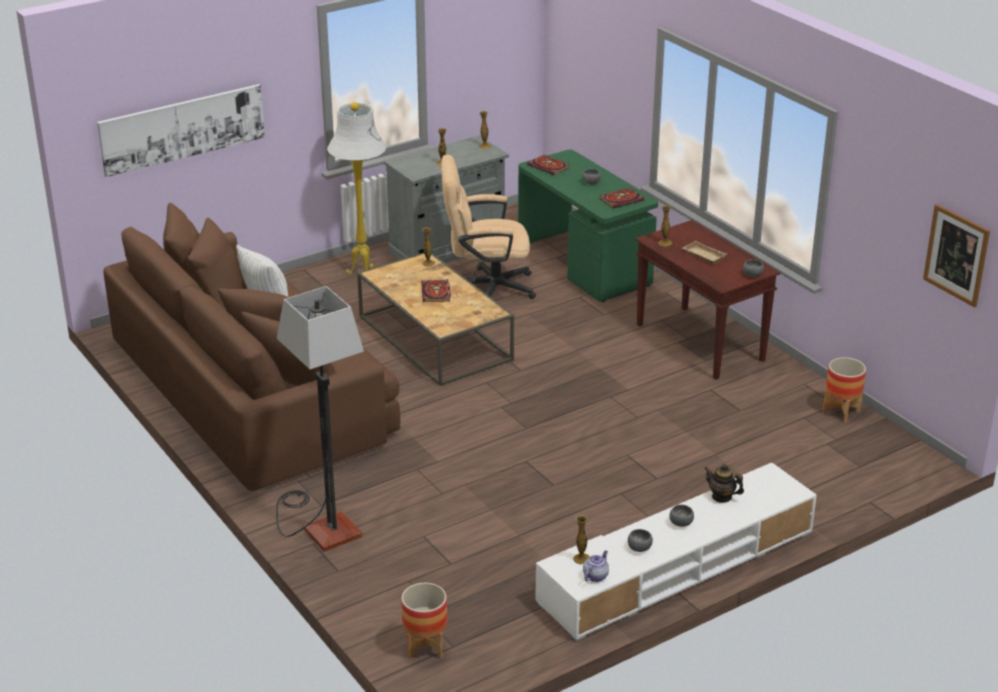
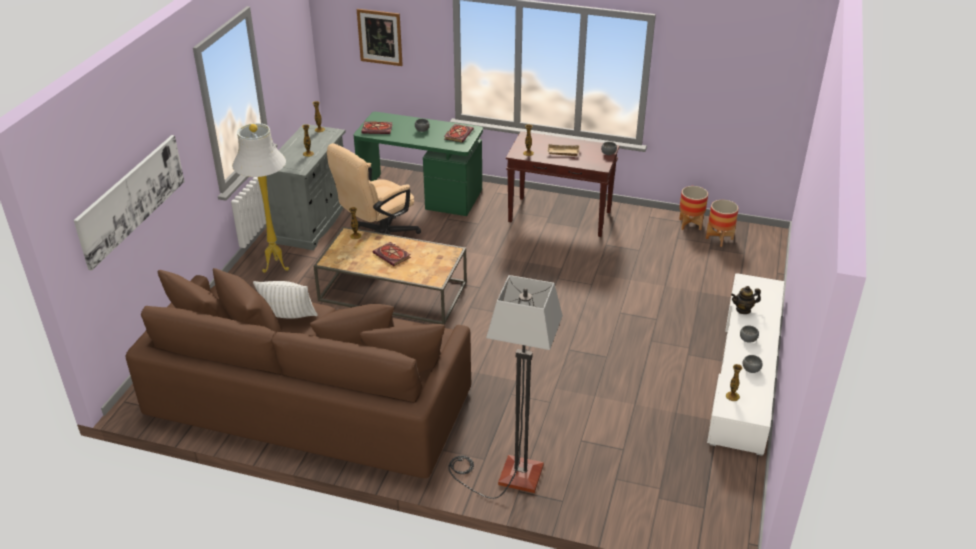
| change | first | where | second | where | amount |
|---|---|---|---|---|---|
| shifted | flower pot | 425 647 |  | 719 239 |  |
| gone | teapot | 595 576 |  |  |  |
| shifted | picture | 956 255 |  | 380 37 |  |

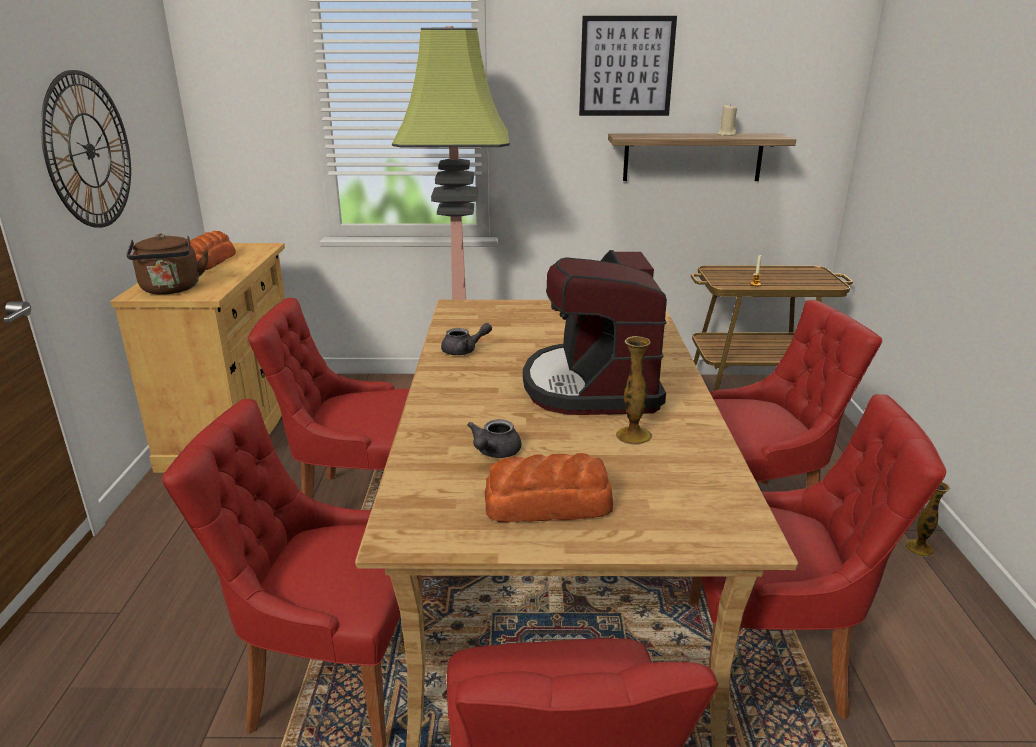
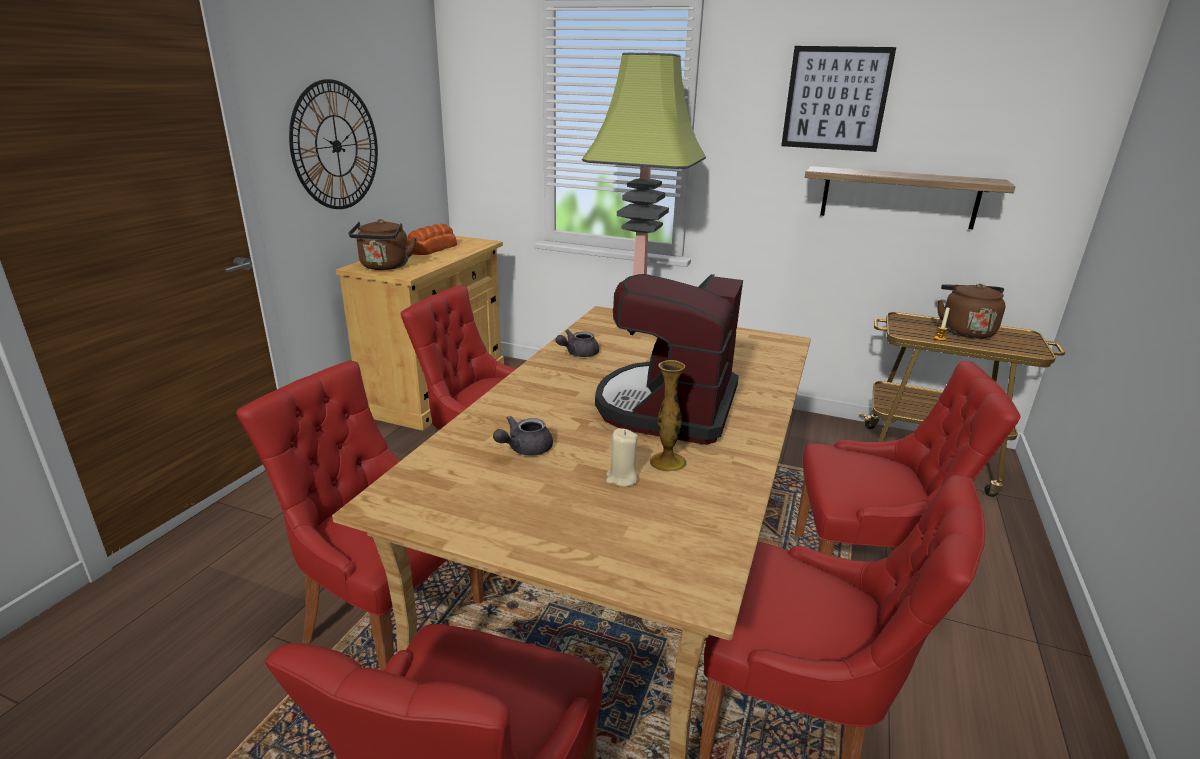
| change | first | where | second | where | amount |
|---|---|---|---|---|---|
| rotated | gray teapot | 464 351 |  | 578 354 | 135 degrees clockwise |
| gone | baked bread | 549 504 |  |  |  |
| shifted | sand-coloured wax light | 726 135 |  | 622 478 |  |
| gone | flower vase | 919 548 |  |  |  |
| new |  |  | brown-coloured kettle | 964 331 |  |

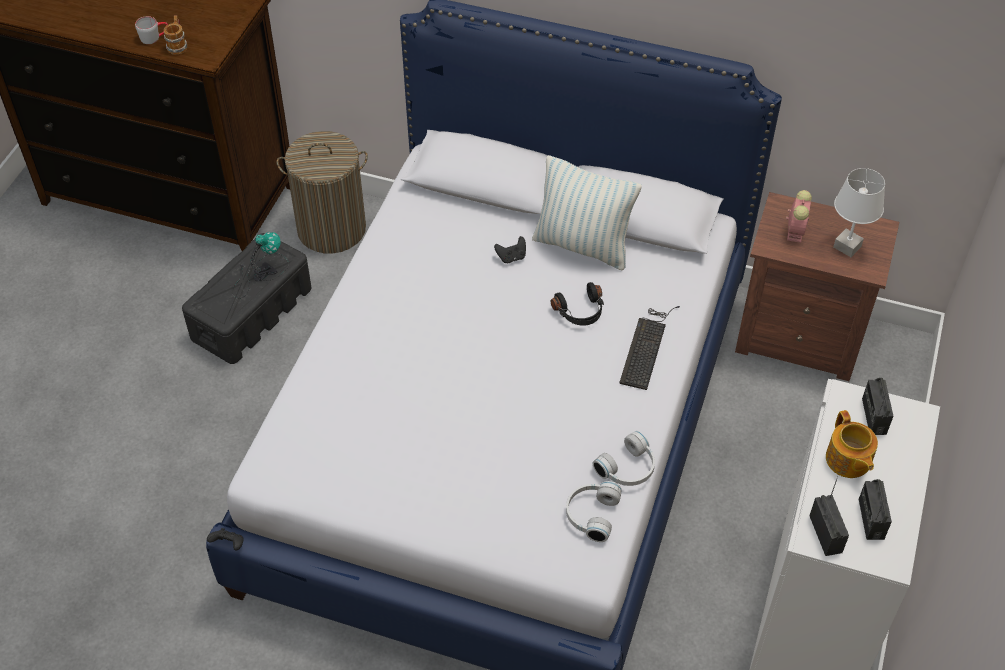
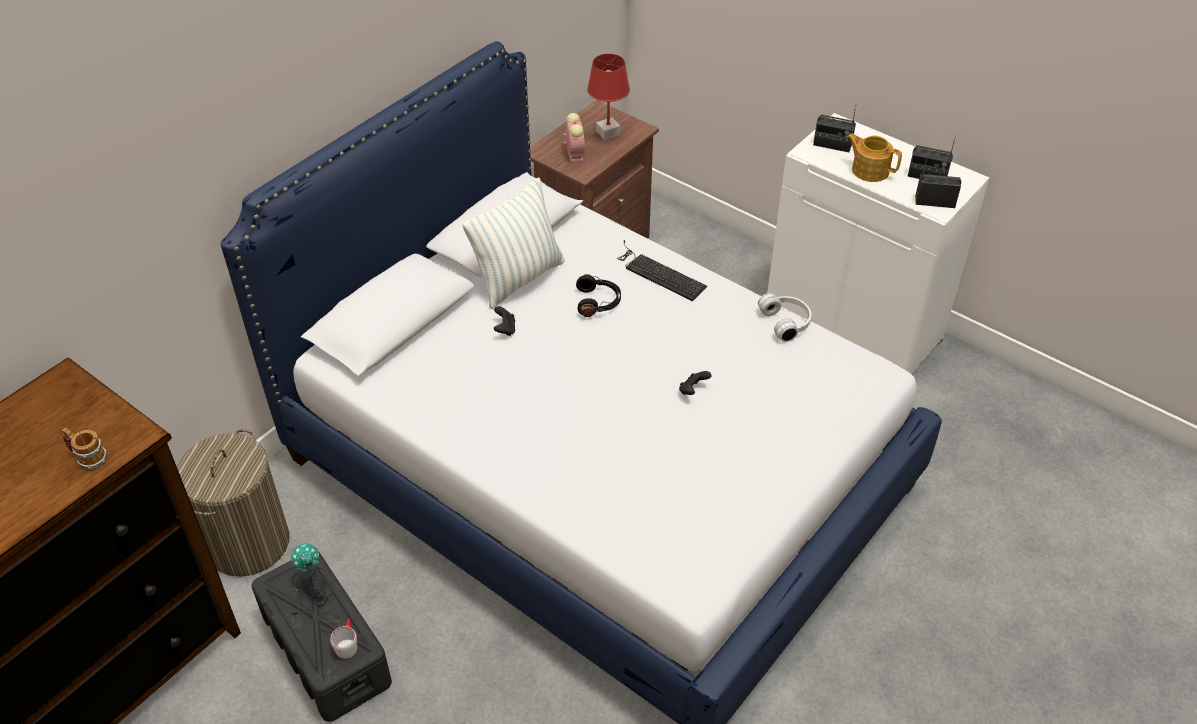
| change | first | where | second | where | amount |
|---|---|---|---|---|---|
| shifted | gray coffee mug | 154 37 |  | 347 644 |  |
| shifted | black game controller | 229 545 |  | 693 390 |  |
| gone | whitish headphones | 590 514 |  |  |  |
| rotated | table clock | 795 230 |  | 574 153 | 45 degrees clockwise |
| rotated | teapot | 848 460 |  | 869 170 | 150 degrees counterclockwise |
| repainted | whitish tabletop lamp | 846 247 | red tabletop lamp | 608 133 |  |

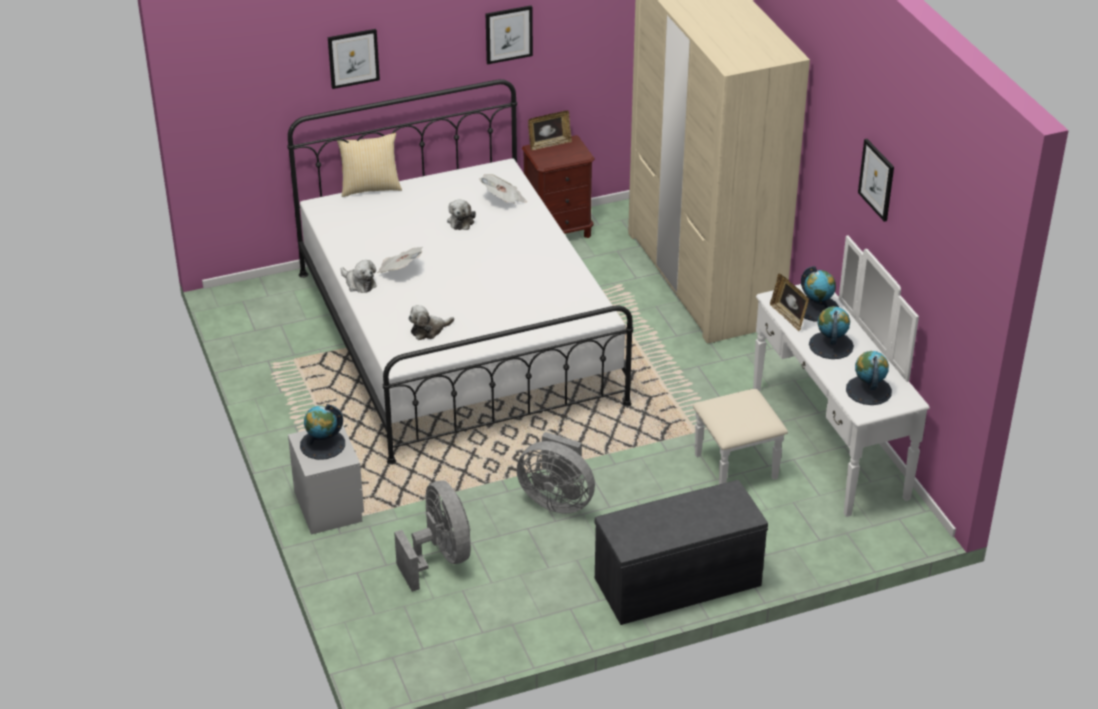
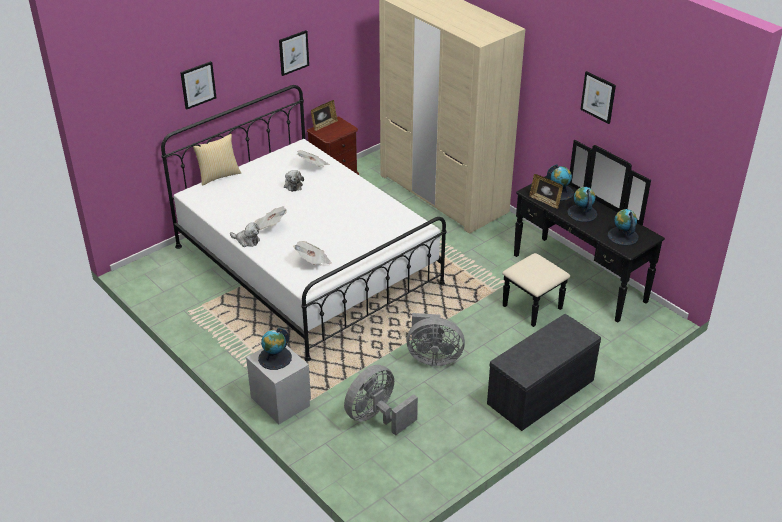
| change | first | where | second | where | amount |
|---|---|---|---|---|---|
| rotated | gray electric fan | 440 558 |  | 377 417 | 90 degrees counterclockwise |
| swapped | cuddly toy | 429 330 | daily paper | 313 261 |  |
| repainted | whitish chest of drawers | 808 448 | black chest of drawers | 569 285 |  |

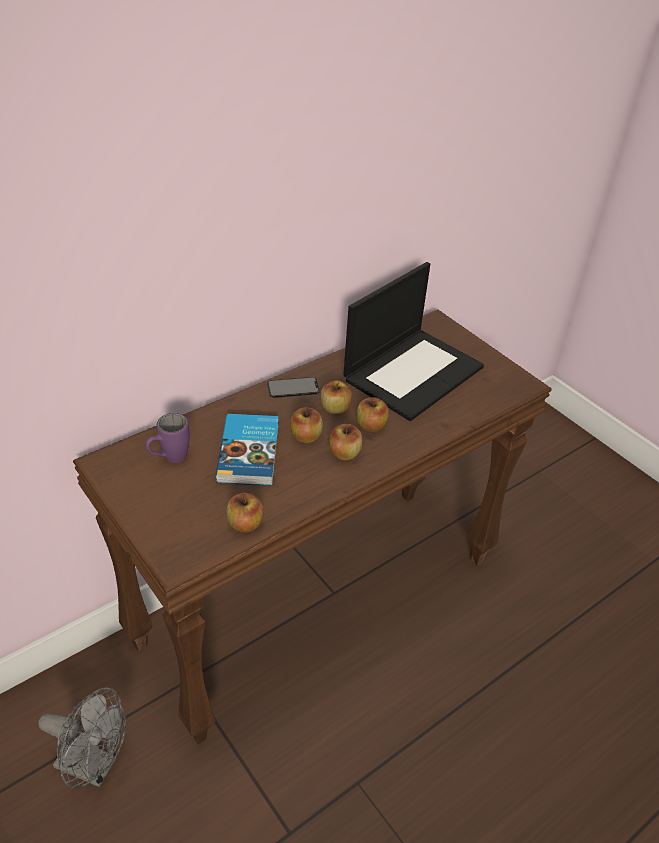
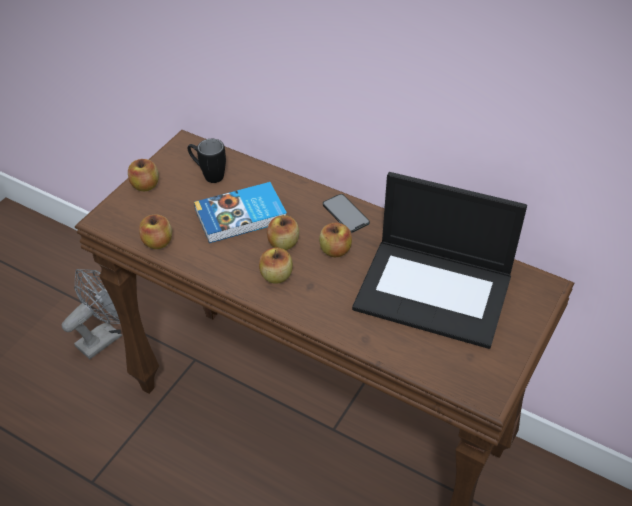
| change | first | where | second | where | amount |
|---|---|---|---|---|---|
| rotated | gray electric fan | 94 766 |  | 104 337 | 135 degrees counterclockwise |
| repainted | purplish coffee mug | 169 459 | black coffee mug | 208 175 |  |
| shifted | apple | 371 425 |  | 145 185 |  |

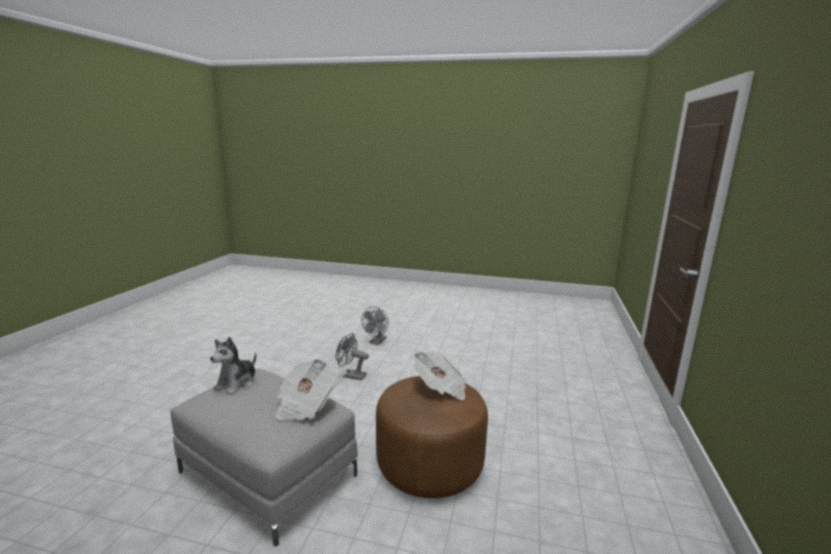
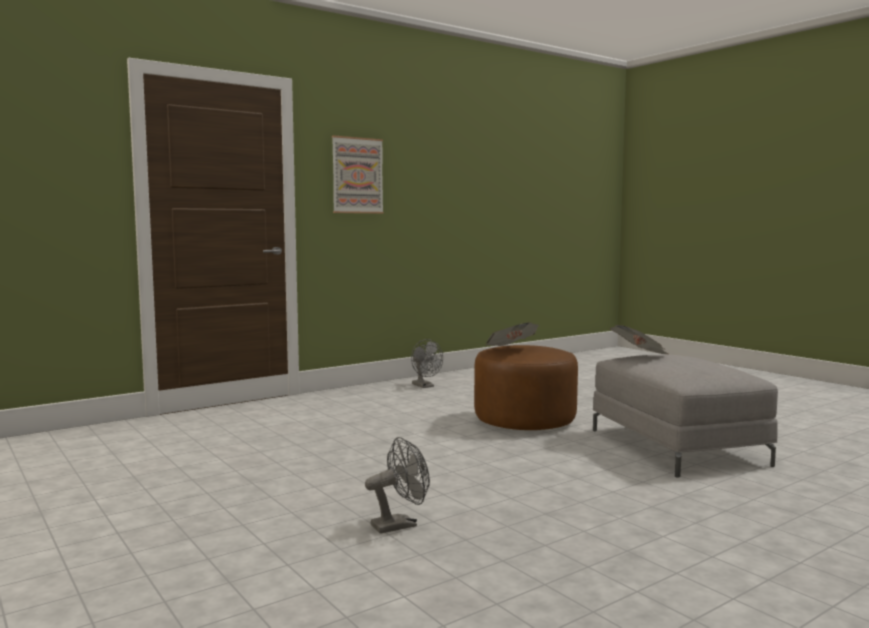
| change | first | where | second | where | amount |
|---|---|---|---|---|---|
| gone | cuddly toy | 237 383 |  |  |  |
| shifted | gray electric fan | 351 376 |  | 425 386 |  |
| new |  |  | picture | 357 175 |  |

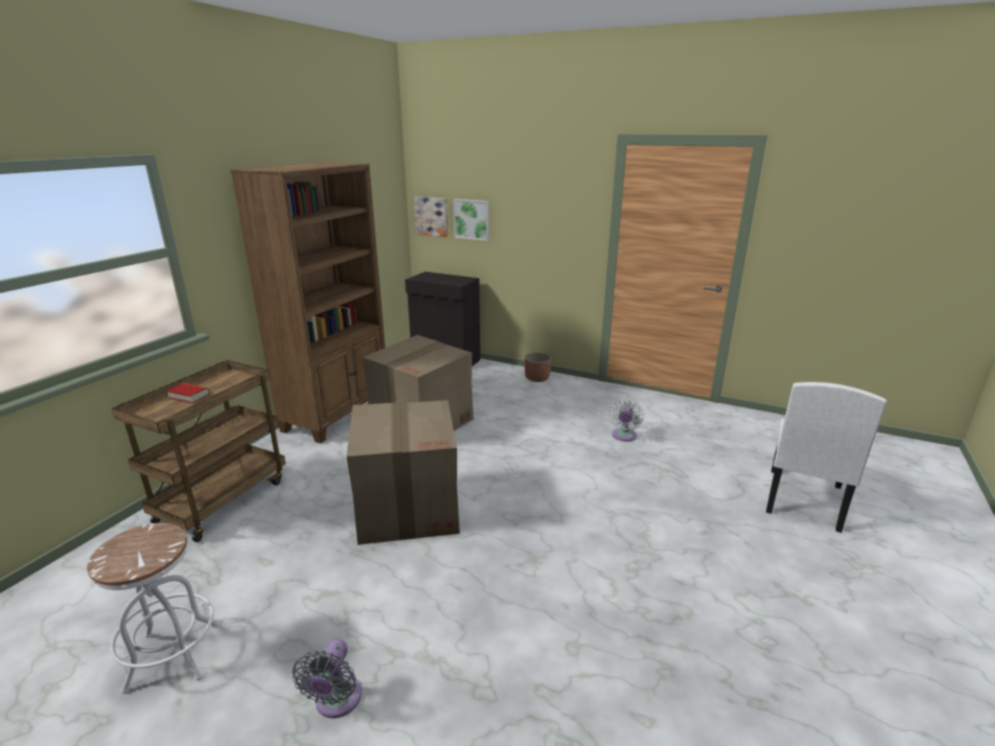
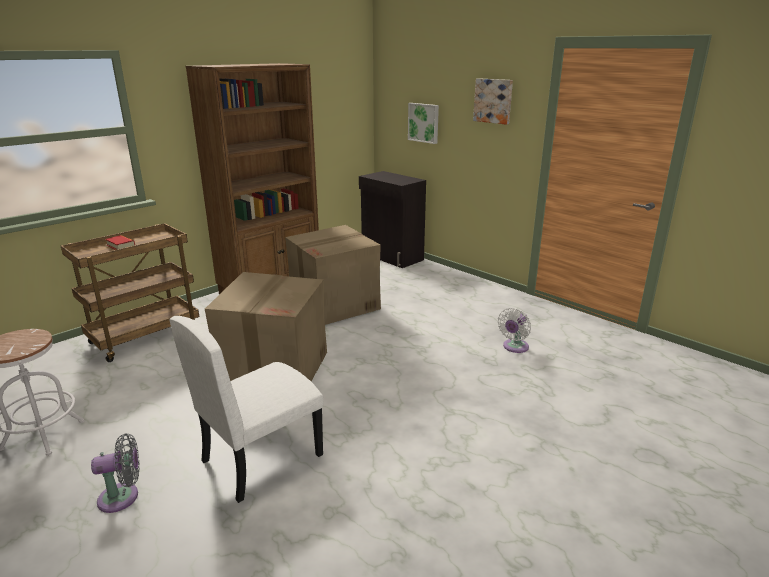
| change | first | where | second | where | amount |
|---|---|---|---|---|---|
| rotated | gray electric fan | 336 702 |  | 123 497 | 135 degrees counterclockwise |
| shifted | picture | 432 216 |  | 493 101 |  |
| gone | flower pot | 537 378 |  |  |  |
| shifted | whitish chair | 802 499 |  | 261 457 |  |

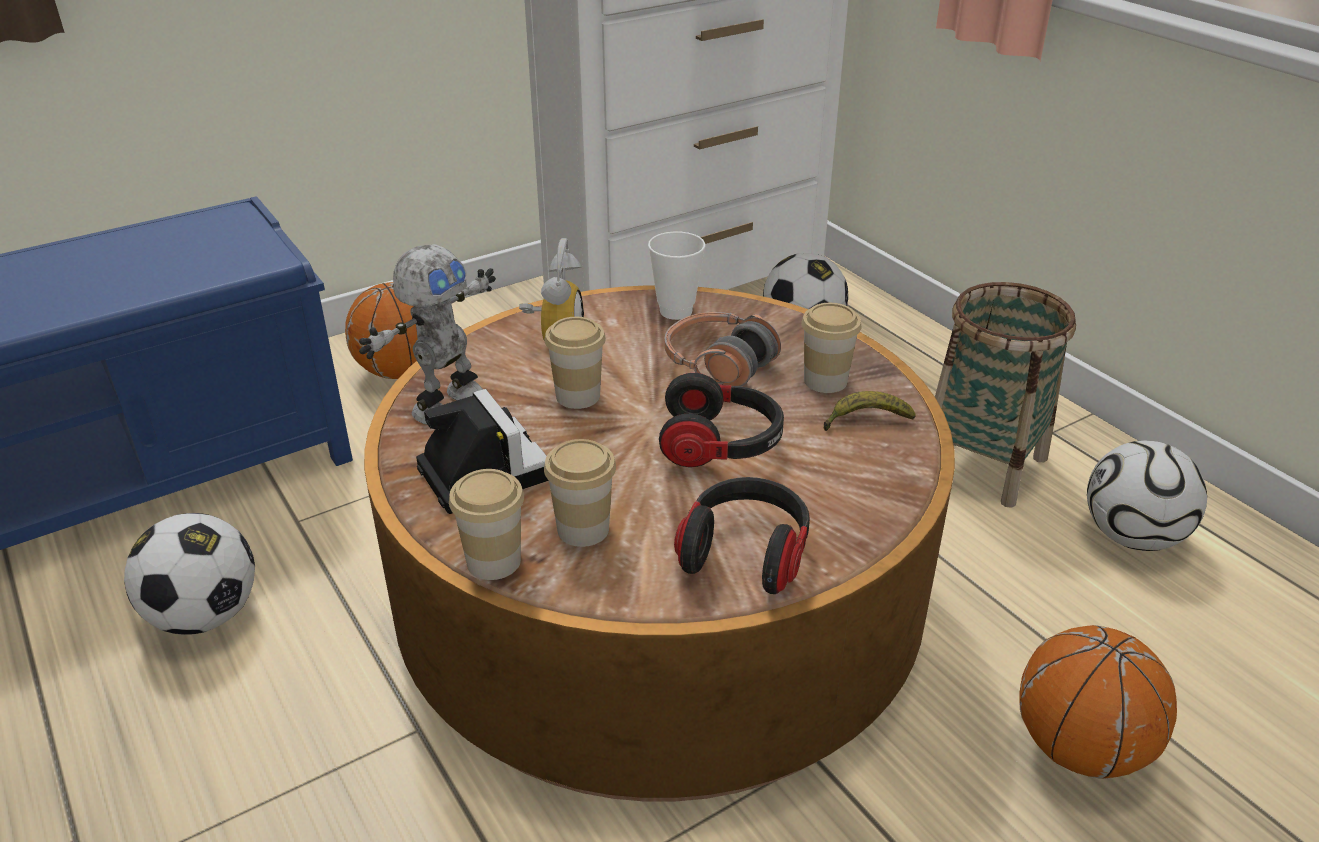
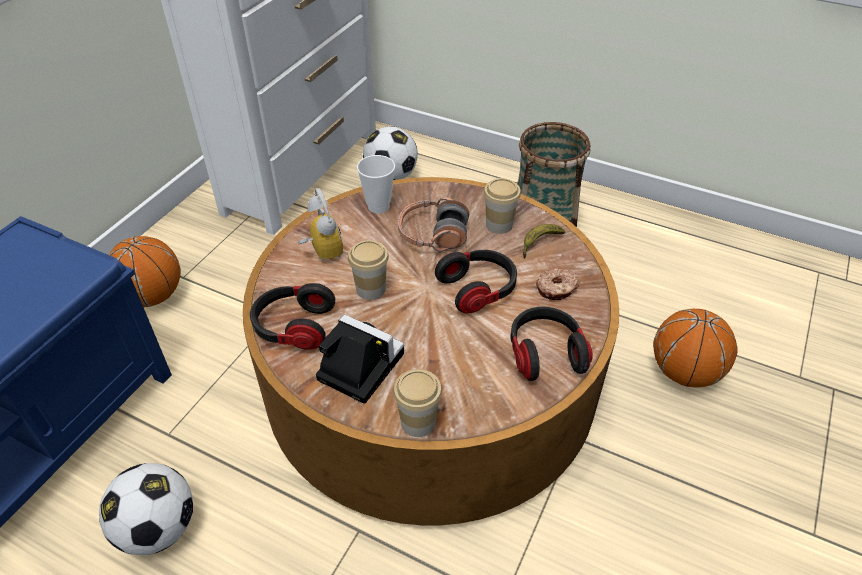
| change | first | where | second | where | amount |
|---|---|---|---|---|---|
| swapped | toy robot | 445 403 | headphones | 293 327 |  |
| gone | cup | 583 529 |  |  |  |
| gone | football ball | 1132 537 |  |  |  |
| new |  |  | doughnut | 556 289 |  |

